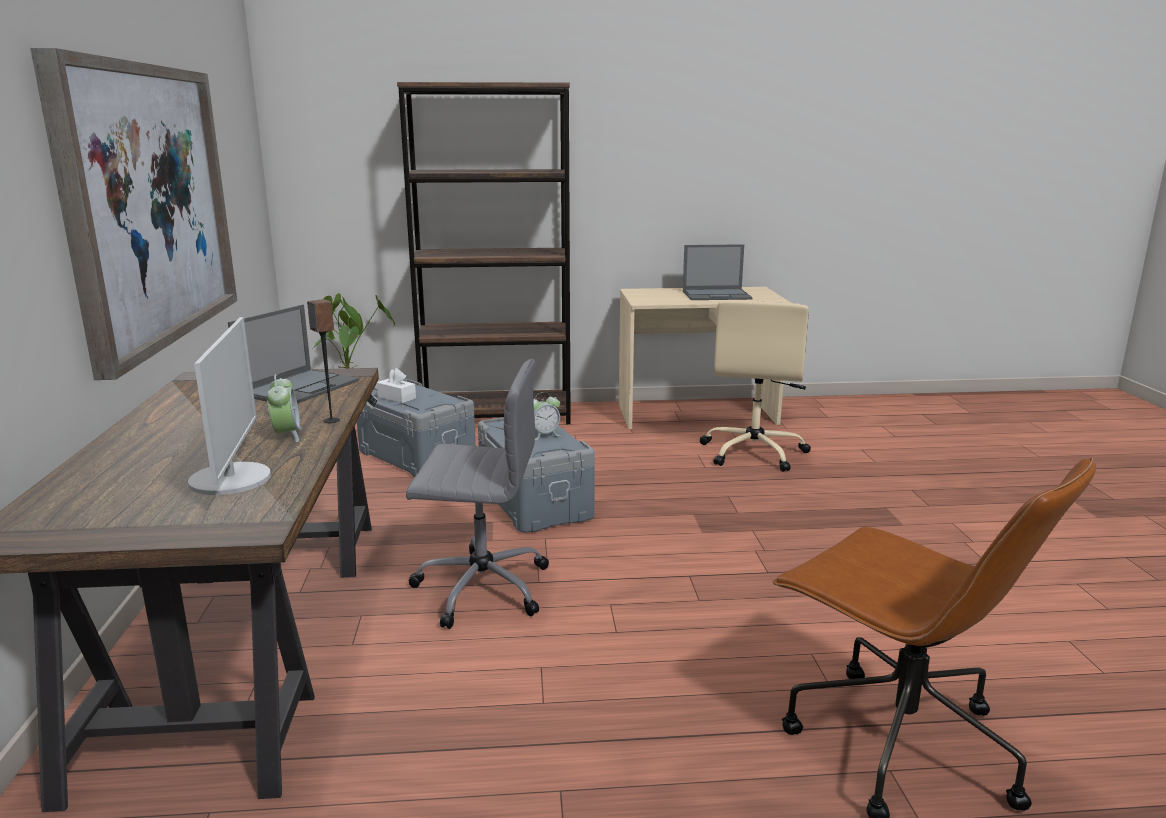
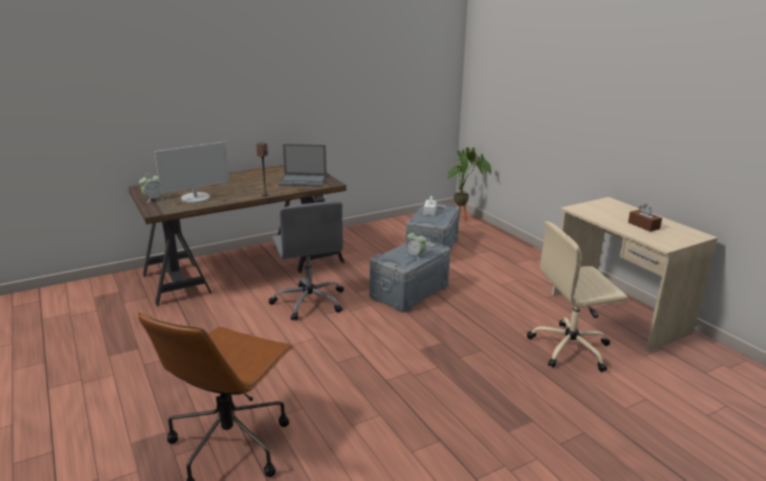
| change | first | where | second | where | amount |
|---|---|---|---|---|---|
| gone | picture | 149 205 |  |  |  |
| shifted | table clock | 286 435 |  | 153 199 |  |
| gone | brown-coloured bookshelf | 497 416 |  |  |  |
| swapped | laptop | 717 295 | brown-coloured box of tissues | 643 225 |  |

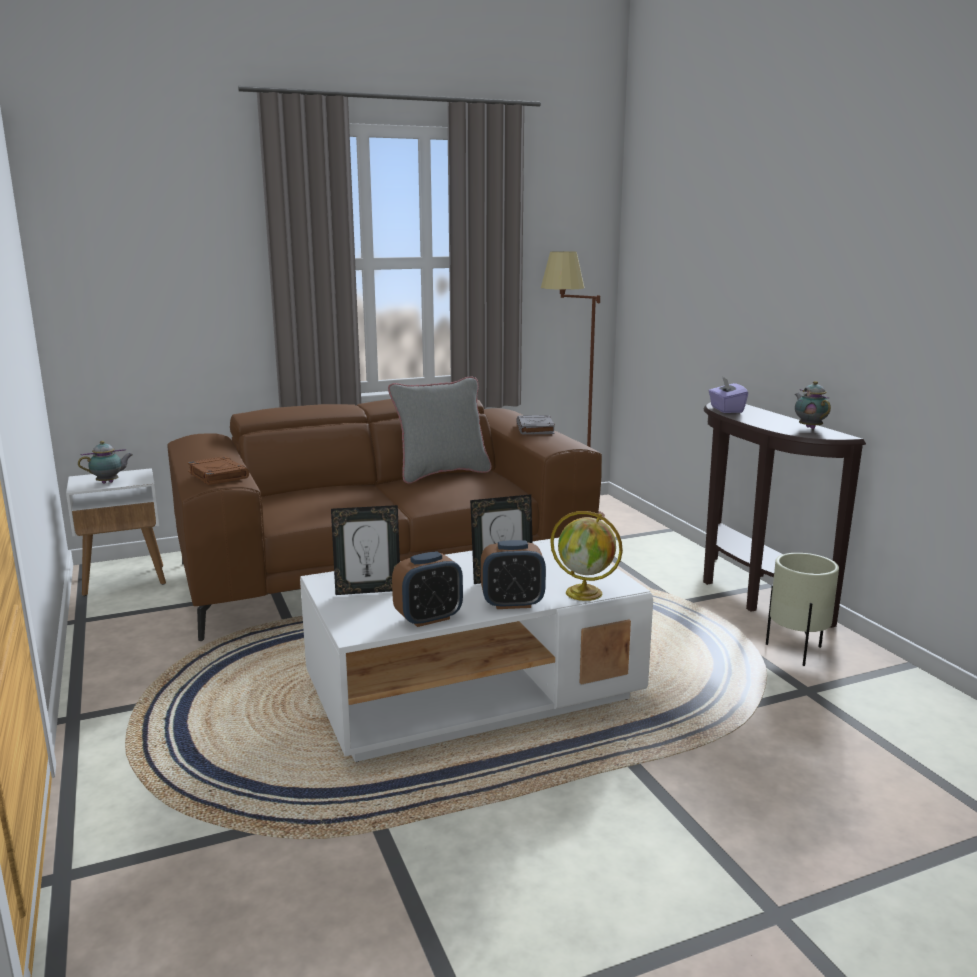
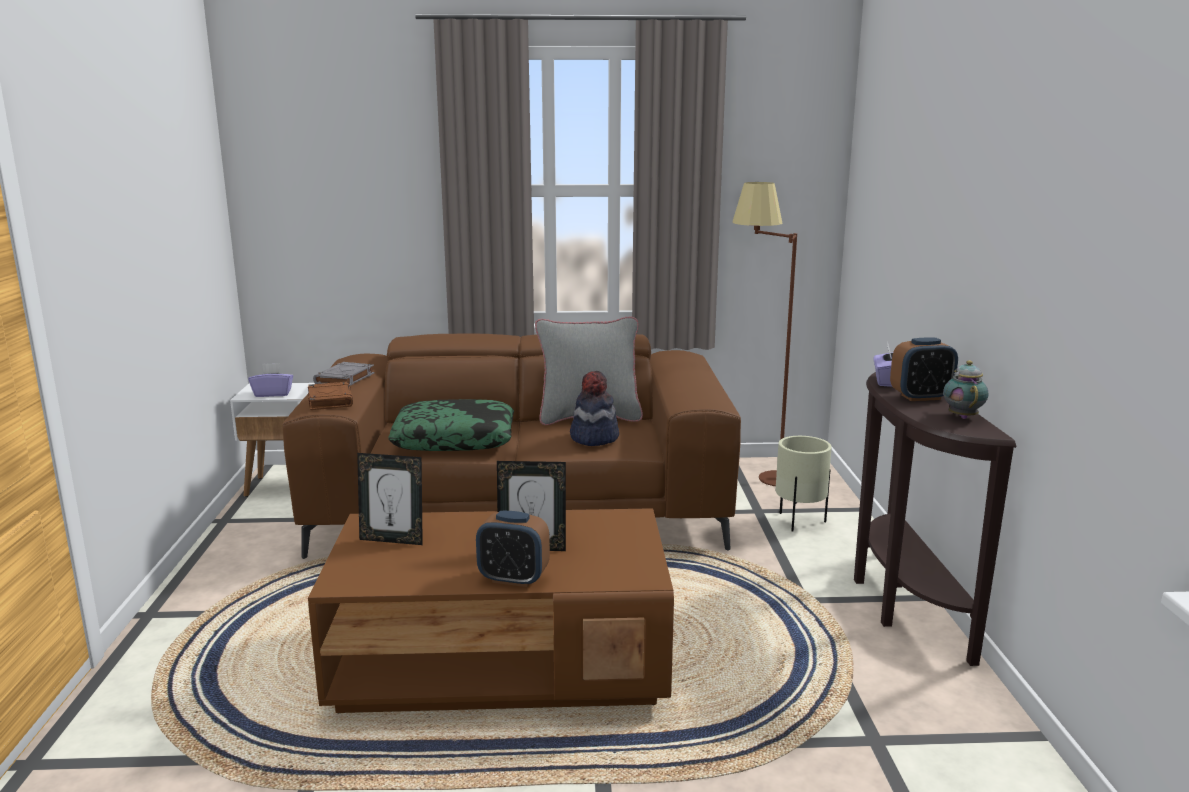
| change | first | where | second | where | amount |
|---|---|---|---|---|---|
| swapped | teapot | 109 482 | purplish box of tissues | 273 394 |  |
| repainted | whitish coffee table | 473 693 | brown-coloured coffee table | 503 663 |  |
| shifted | table clock | 428 618 |  | 921 397 |  |
| shifted | gray bound book | 535 429 |  | 344 379 |  |
| gone | globe | 585 593 |  |  |  |
| shifted | sand-coloured flower pot | 797 652 |  | 799 522 |  |
| new |  |  | pillow | 454 439 |  |
| new |  |  | wearable hat | 594 437 |  |

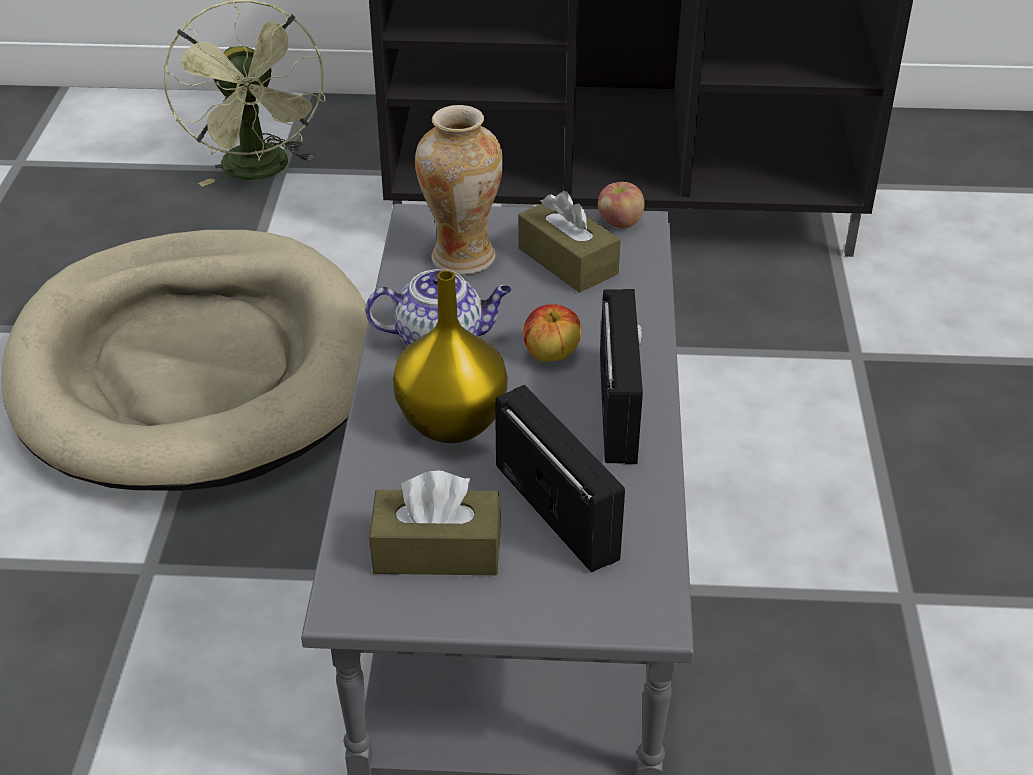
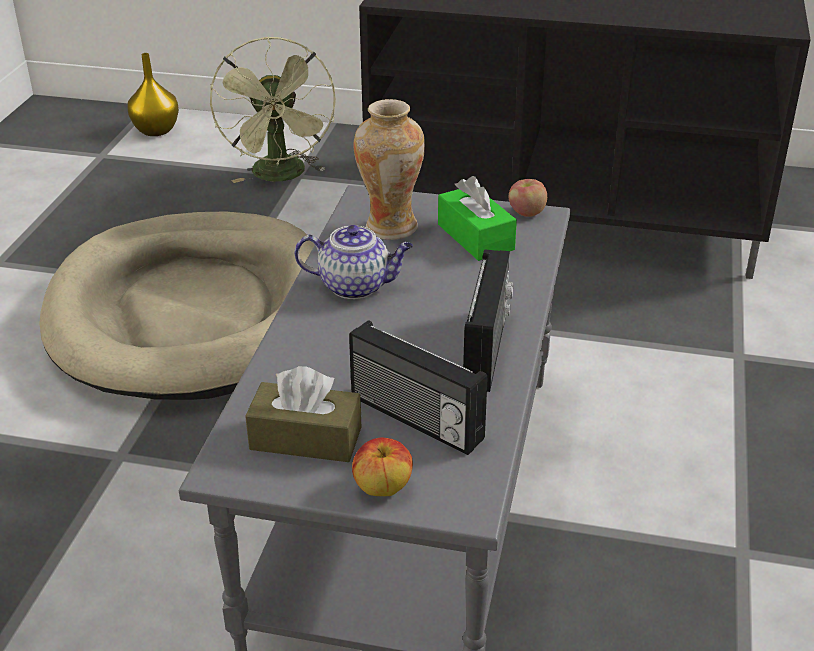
| change | first | where | second | where | amount |
|---|---|---|---|---|---|
| shifted | yellow flower vase | 450 424 |  | 155 131 |  |
| rotated | radio | 559 510 |  | 414 419 | 150 degrees clockwise |
| repainted | brown-coloured box of tissues | 567 261 | greenish box of tissues | 475 237 |  |
| shifted | apple | 551 354 |  | 383 488 |  |

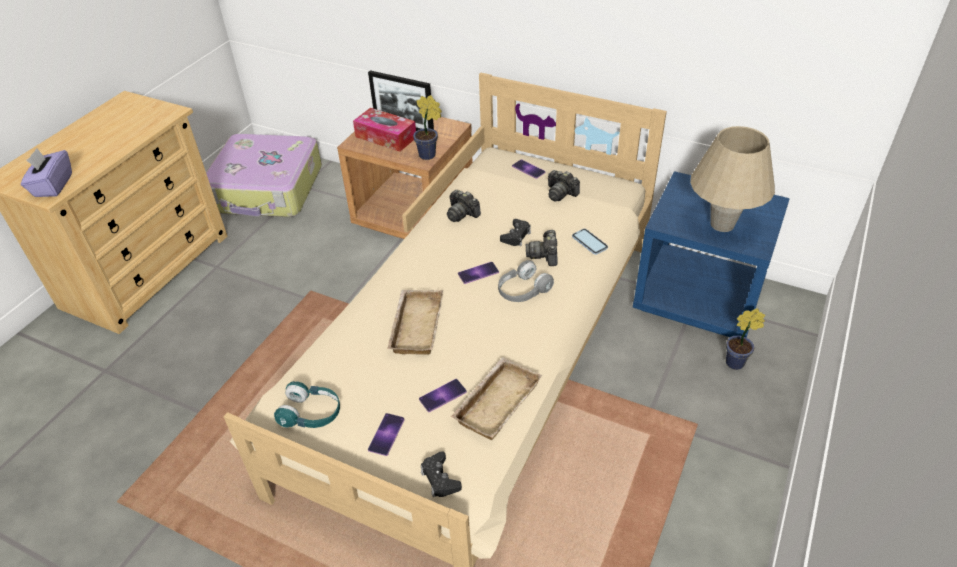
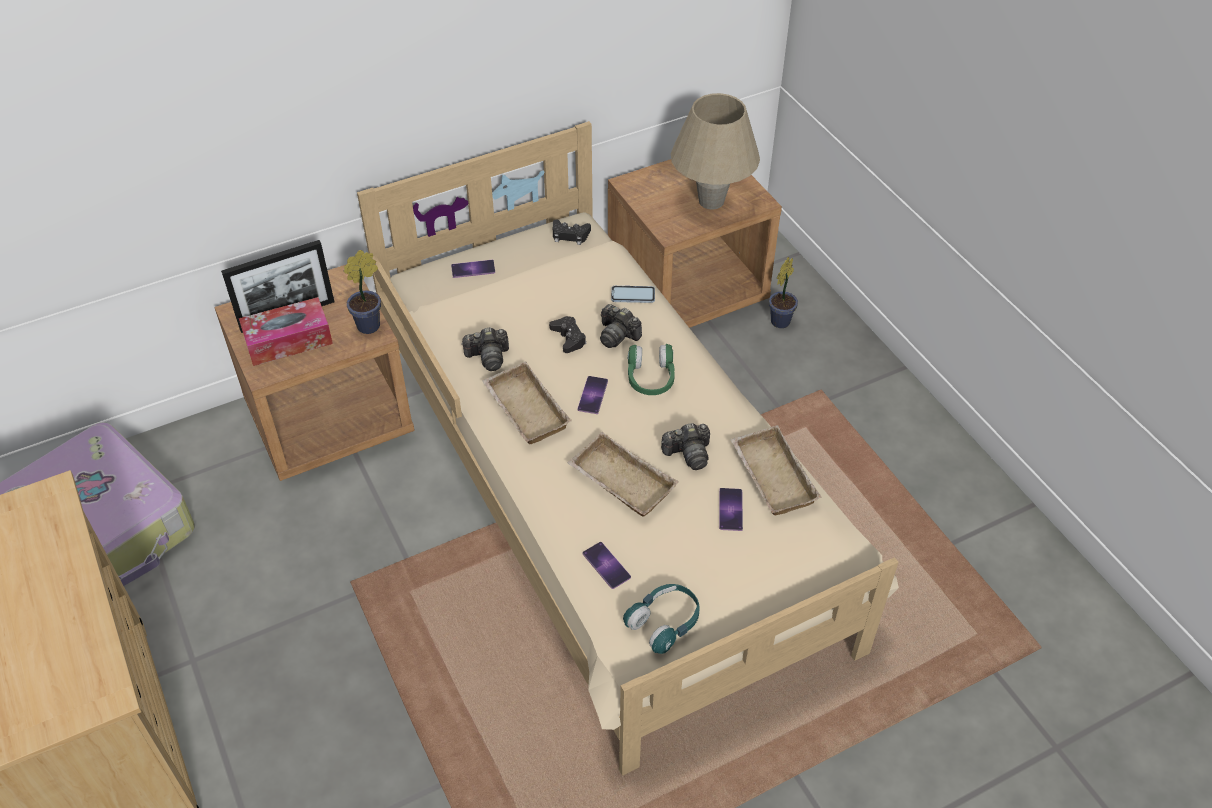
| change | first | where | second | where | amount |
|---|---|---|---|---|---|
| gone | purplish box of tissues | 53 185 |  |  |  |
| shifted | telephone | 386 434 |  | 606 565 |  |
| shifted | black game controller | 440 478 |  | 570 235 |  |
| repainted | gray headphones | 523 291 | greenish headphones | 650 378 |  |
| shifted | photo camera | 560 193 |  | 688 454 |  |
| repainted | bluish night table | 699 297 | brown-coloured night table | 687 289 |  |
| new |  |  | sand-coloured tray | 523 409 |  |

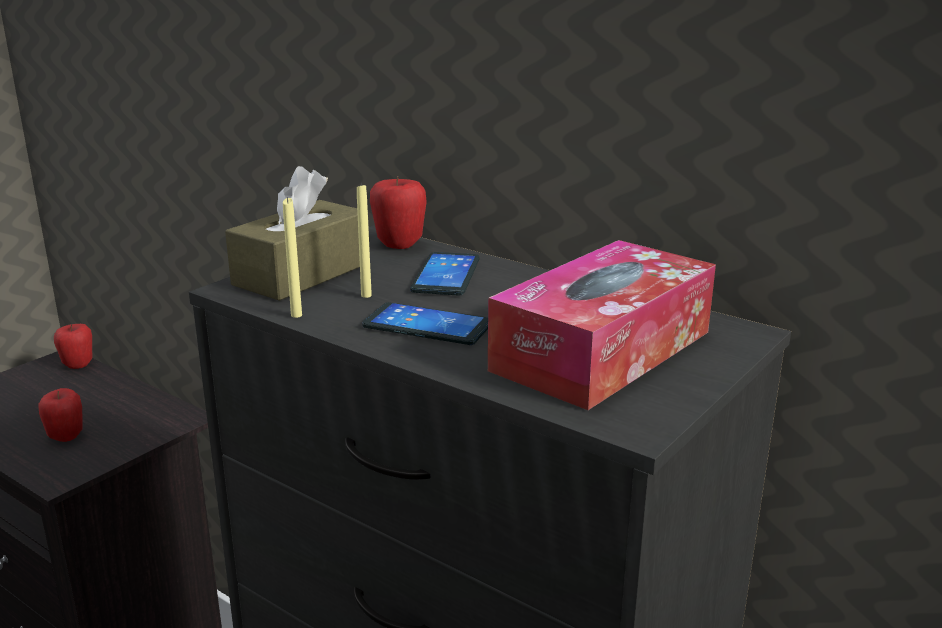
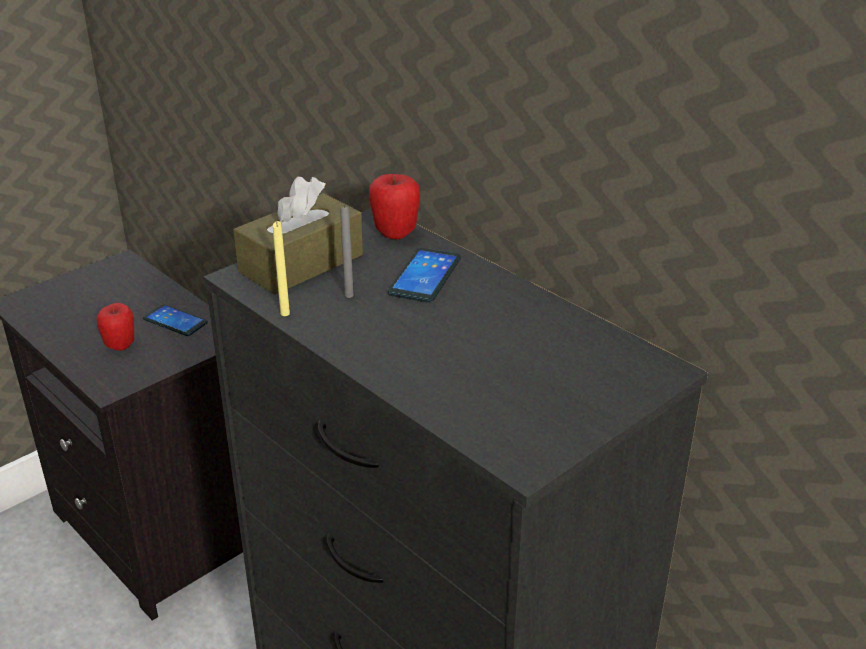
| change | first | where | second | where | amount |
|---|---|---|---|---|---|
| gone | apple | 78 365 |  |  |  |
| repainted | yellow wax light | 366 295 | gray wax light | 349 295 |  |
| shifted | telephone | 427 326 |  | 175 321 |  |
| gone | box of tissues | 602 351 |  |  |  |

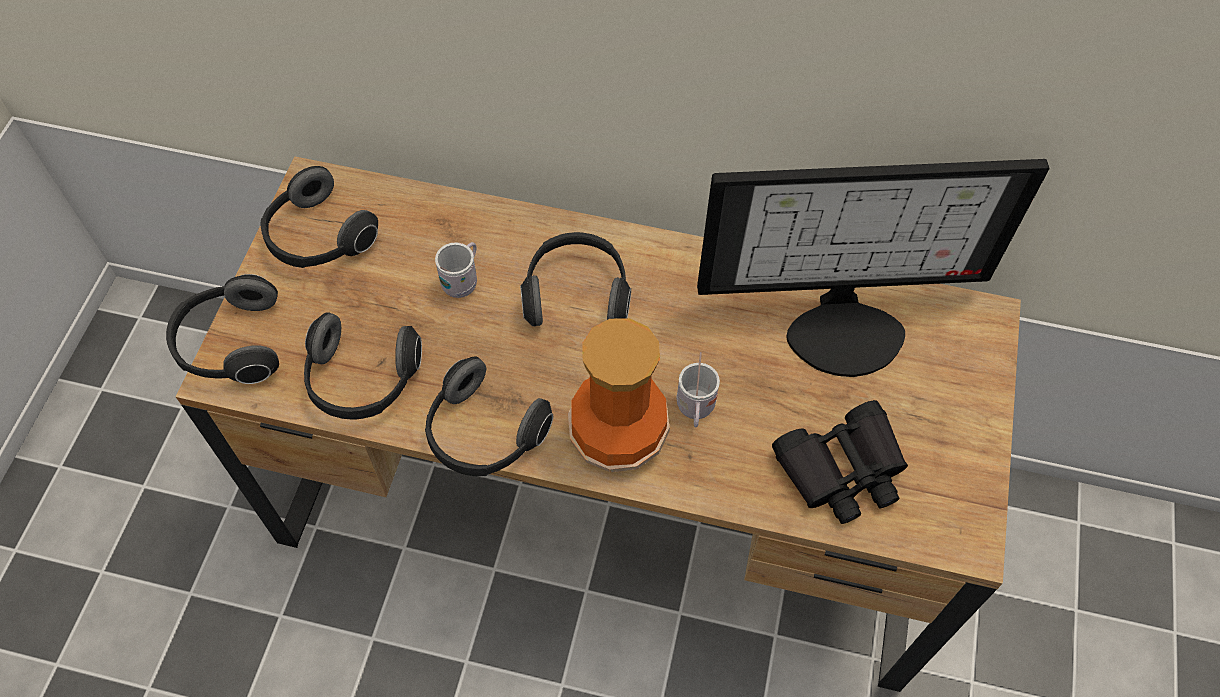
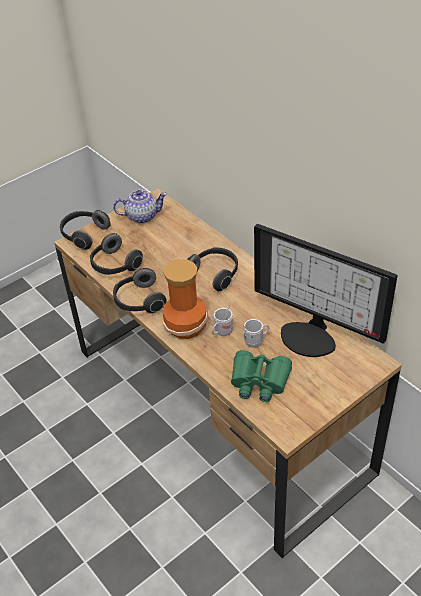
| change | first | where | second | where | amount |
|---|---|---|---|---|---|
| swapped | headphones | 318 238 | teapot | 141 216 |  |
| shifted | whitish coffee mug | 462 281 |  | 256 341 |  |
| repainted | black field glasses | 841 470 | greenish field glasses | 259 381 |  |

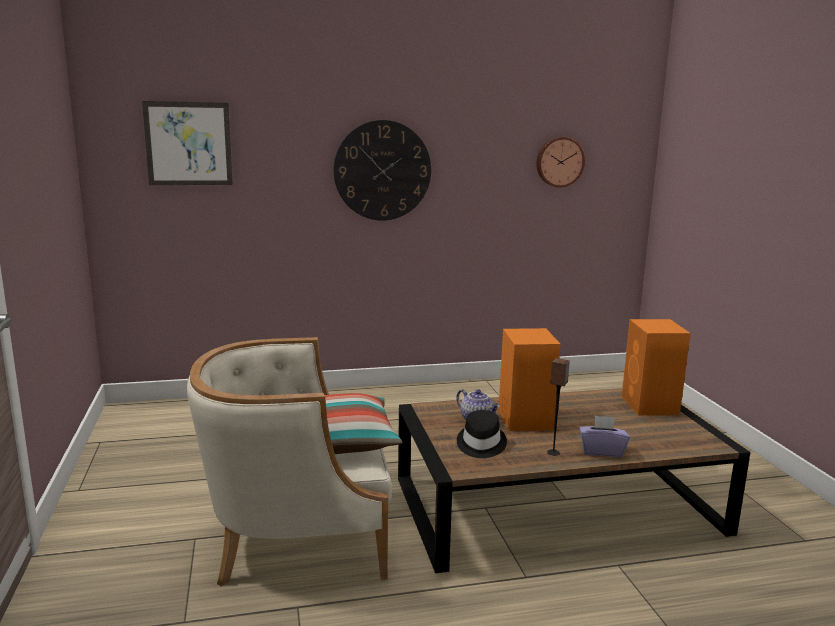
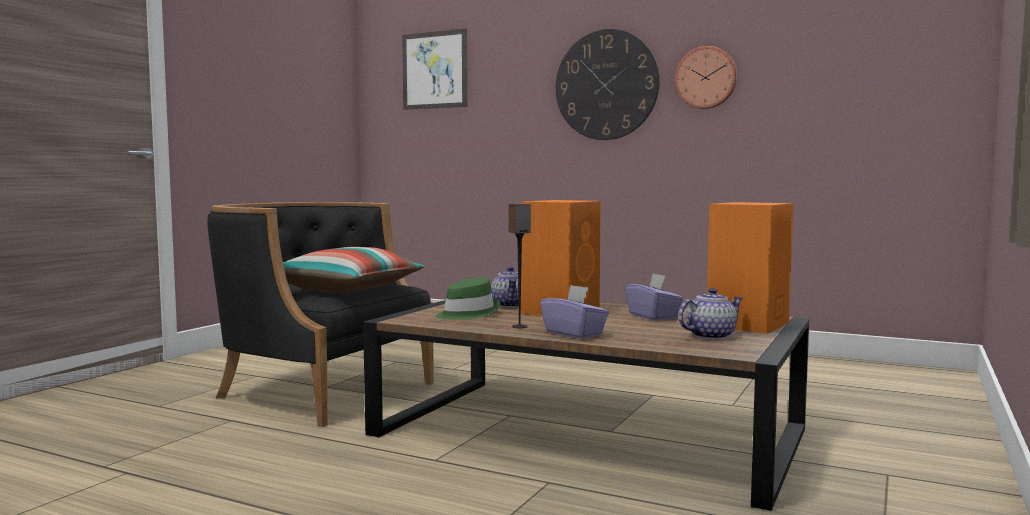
| change | first | where | second | where | amount |
|---|---|---|---|---|---|
| repainted | sand-coloured easy chair | 297 536 | black easy chair | 320 391 |  |
| repainted | black wearable hat | 480 444 | greenish wearable hat | 467 314 |  |
| shifted | wall clock | 559 162 |  | 706 78 |  |
| new |  |  | purplish box of tissues | 653 316 |  |
| new |  |  | teapot | 710 336 |  |

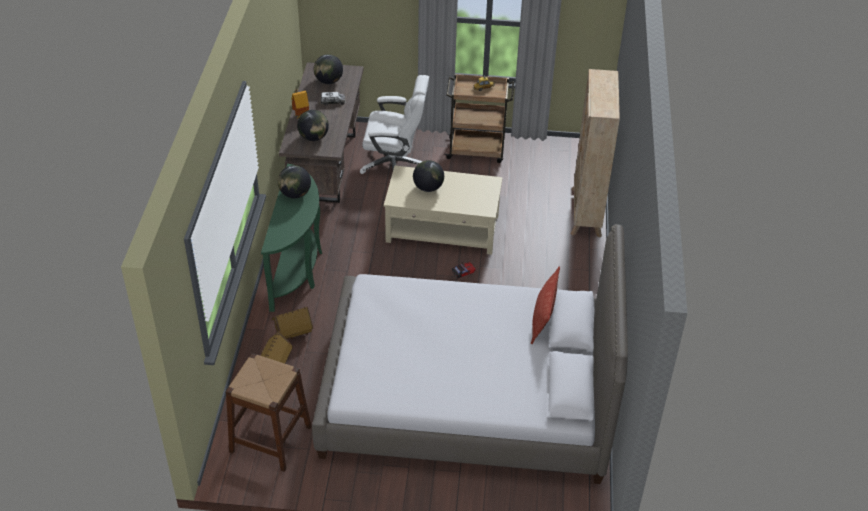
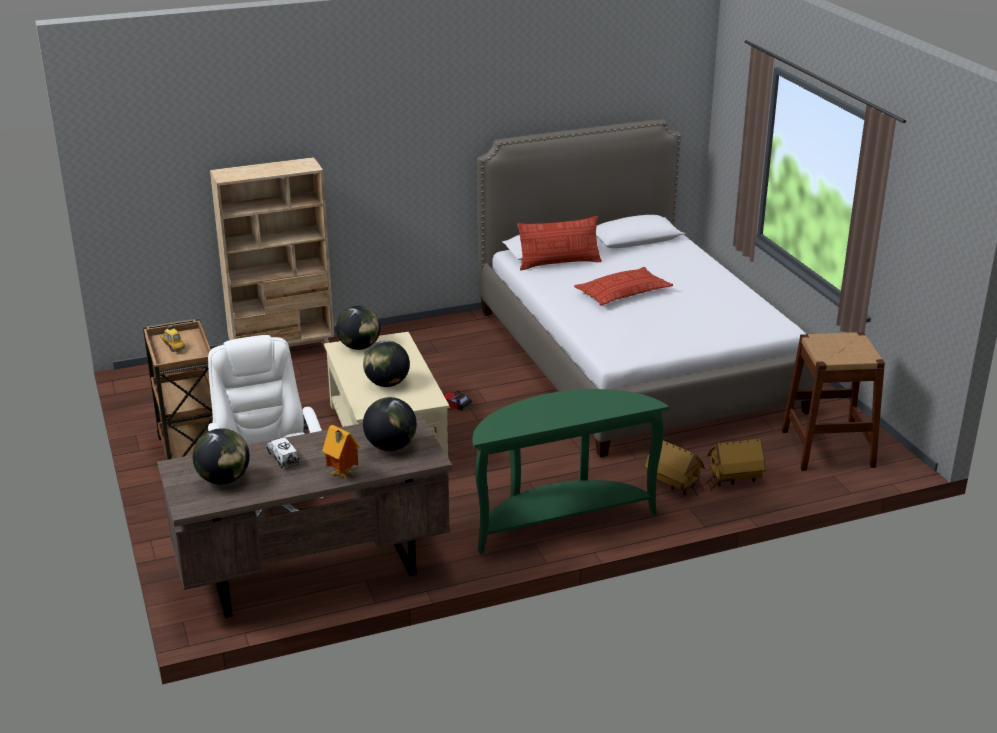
| change | first | where | second | where | amount |
|---|---|---|---|---|---|
| shifted | globe | 295 194 |  | 359 347 |  |
| new |  |  | pillow | 623 292 |  |

